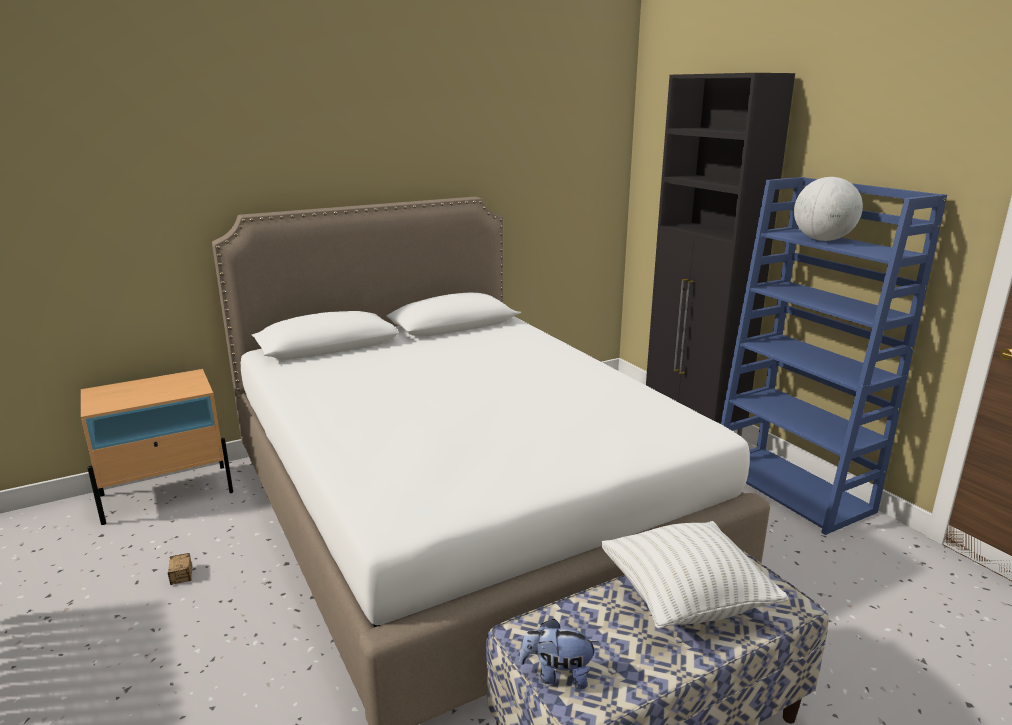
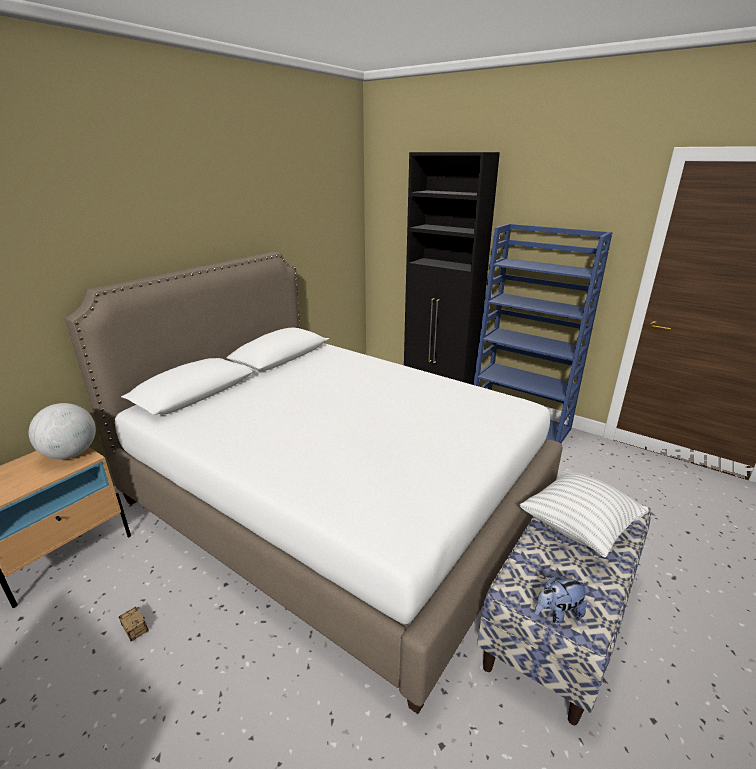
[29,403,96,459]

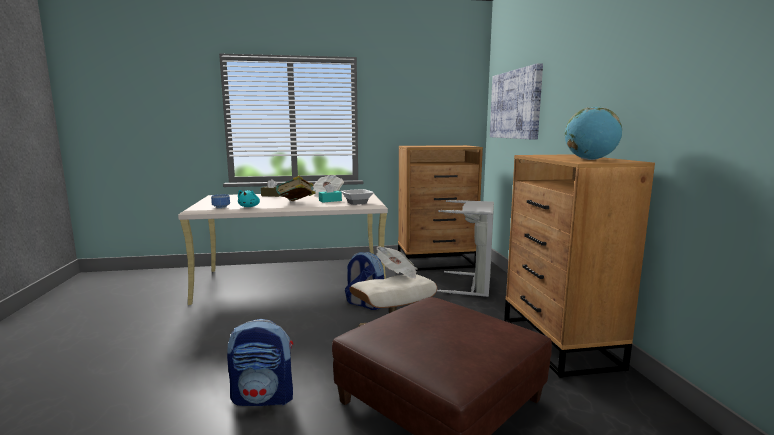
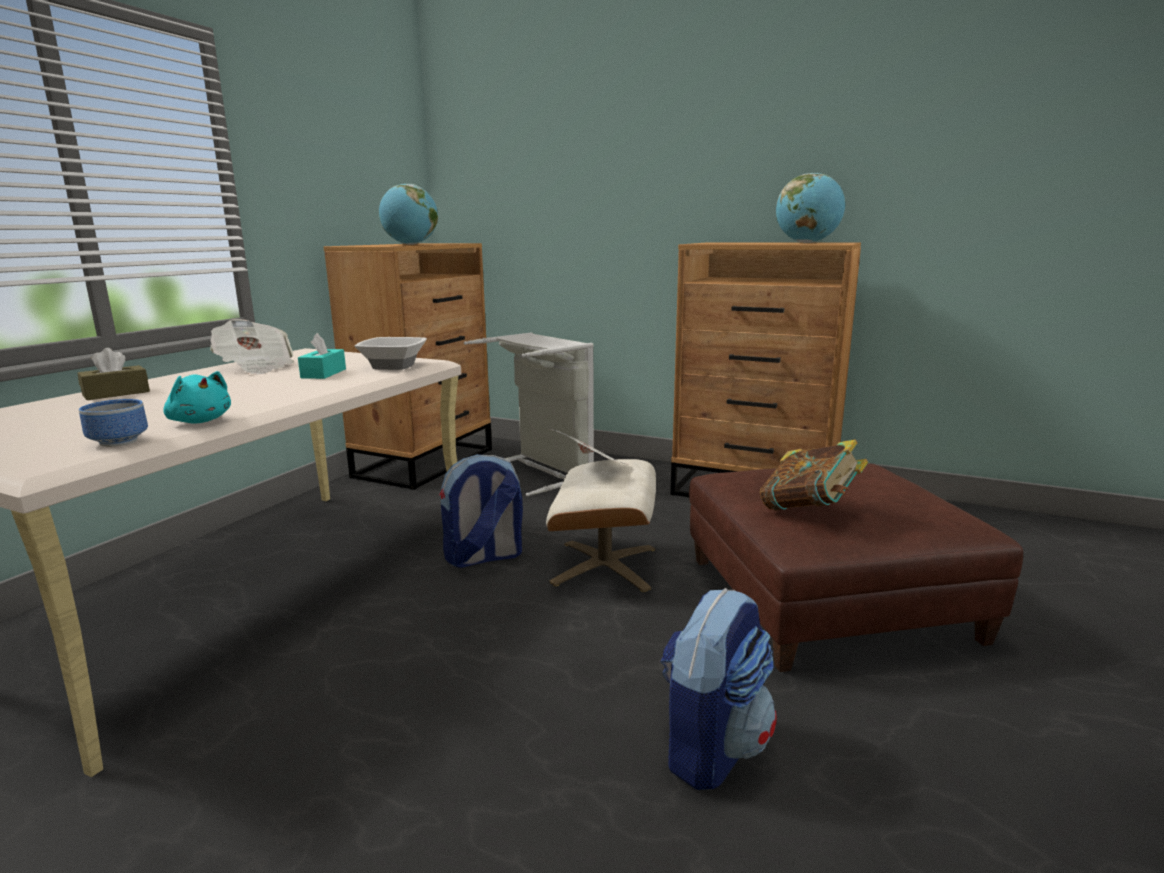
[760,439,868,511]
[490,63,543,139] (first image)
[379,184,438,245]

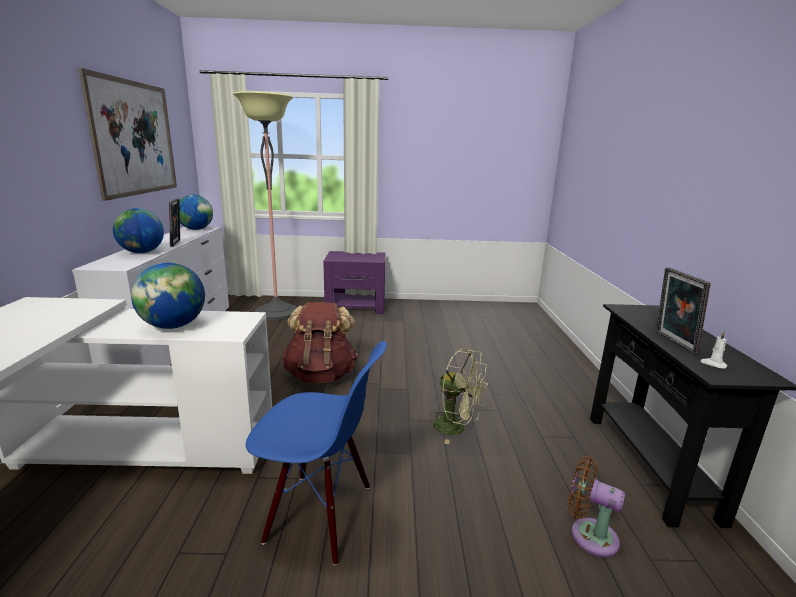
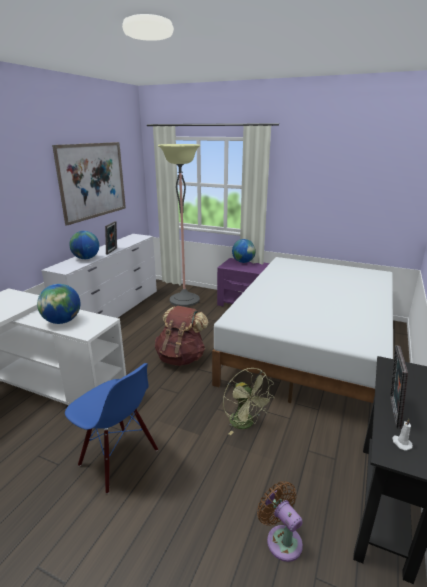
[232,239,256,263]
[212,257,393,403]

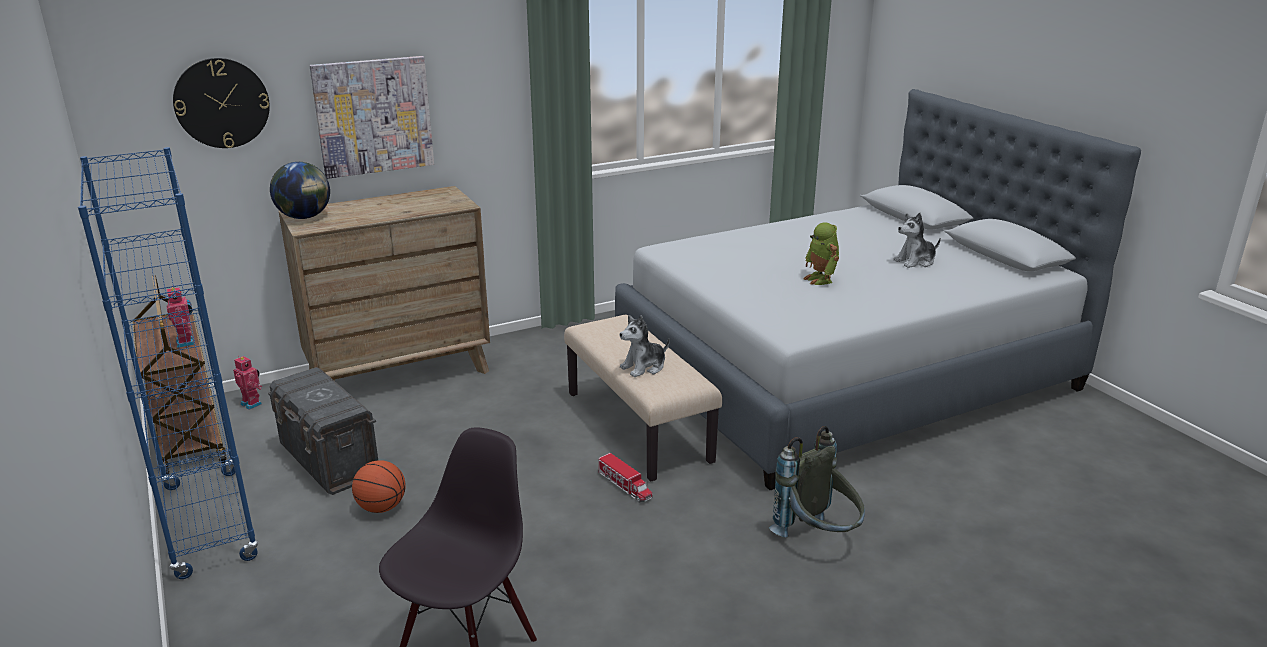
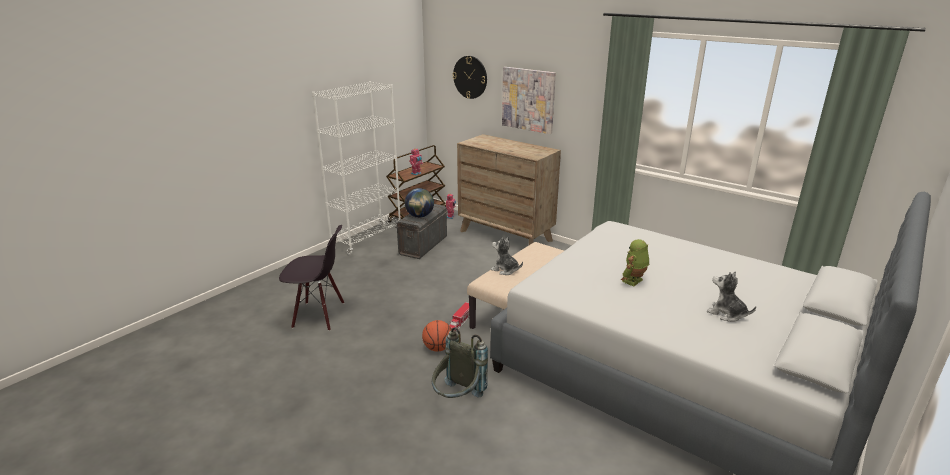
[312,81,401,255]
[405,188,434,218]
[422,320,452,352]

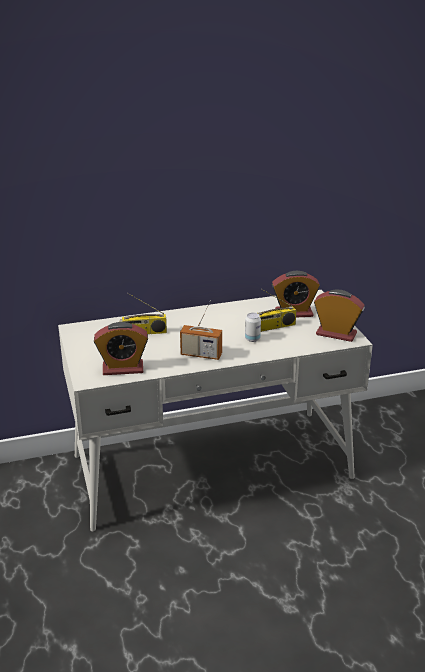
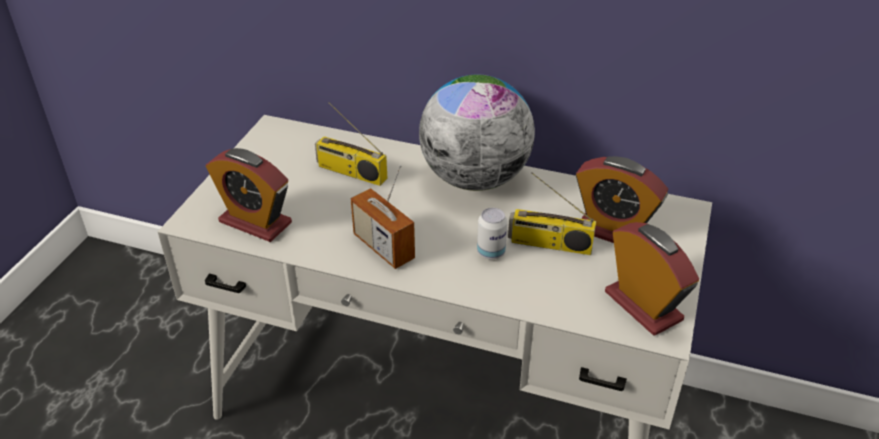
[419,75,535,191]

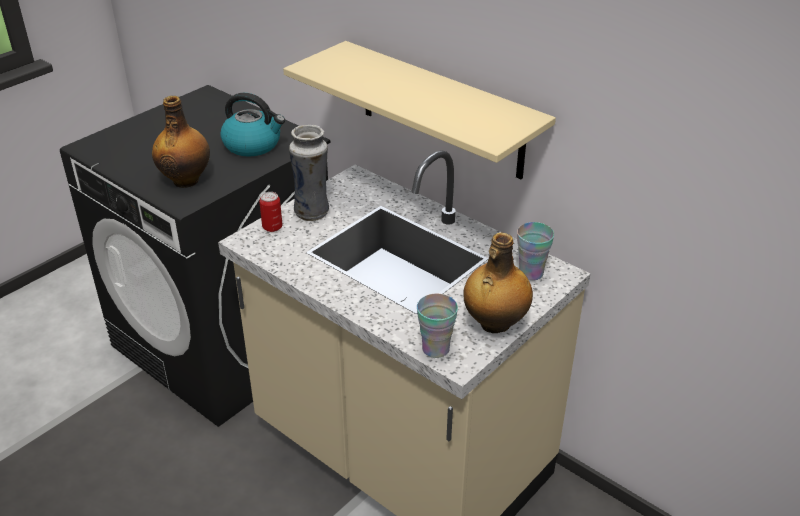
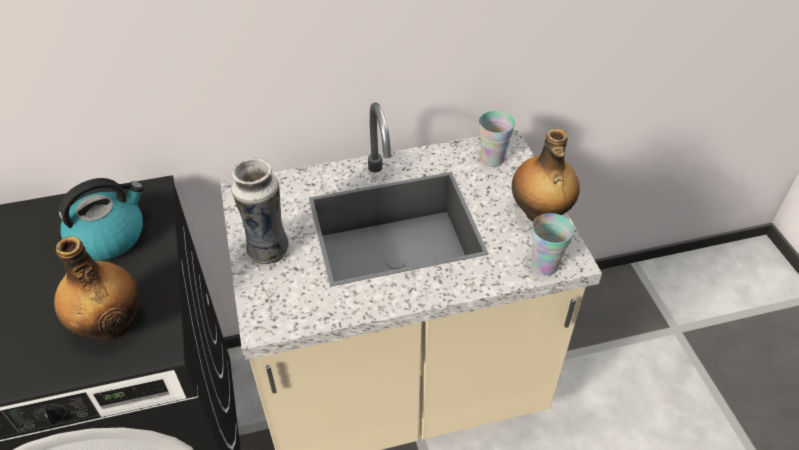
[259,192,282,232] (first image)
[283,41,556,180] (first image)

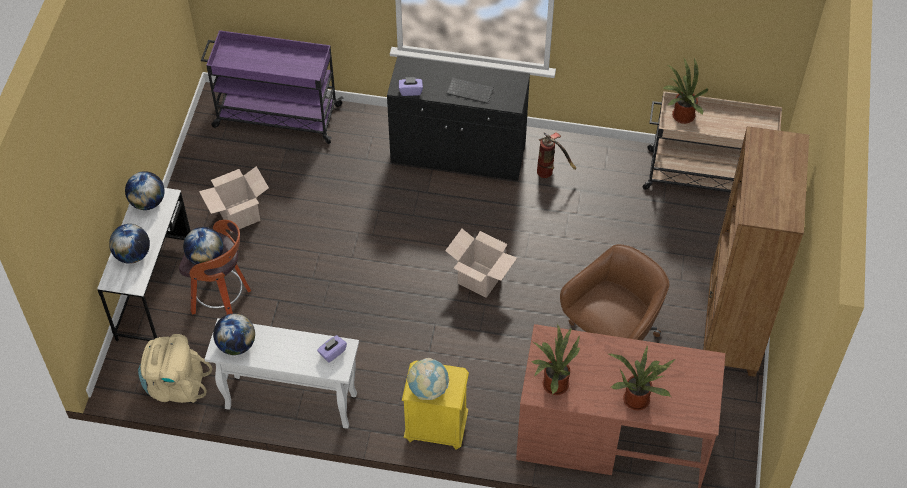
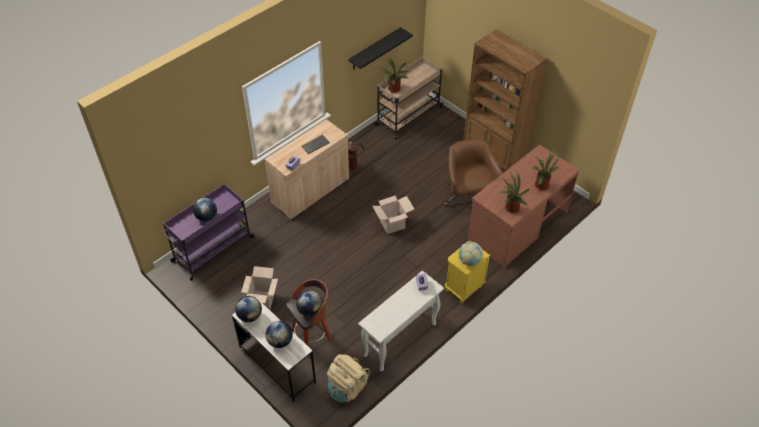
[193,198,217,222]
[265,119,349,219]
[348,27,413,70]

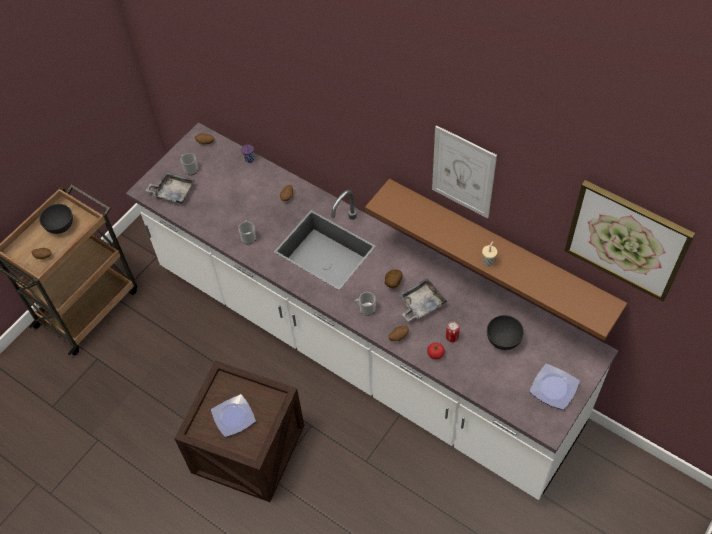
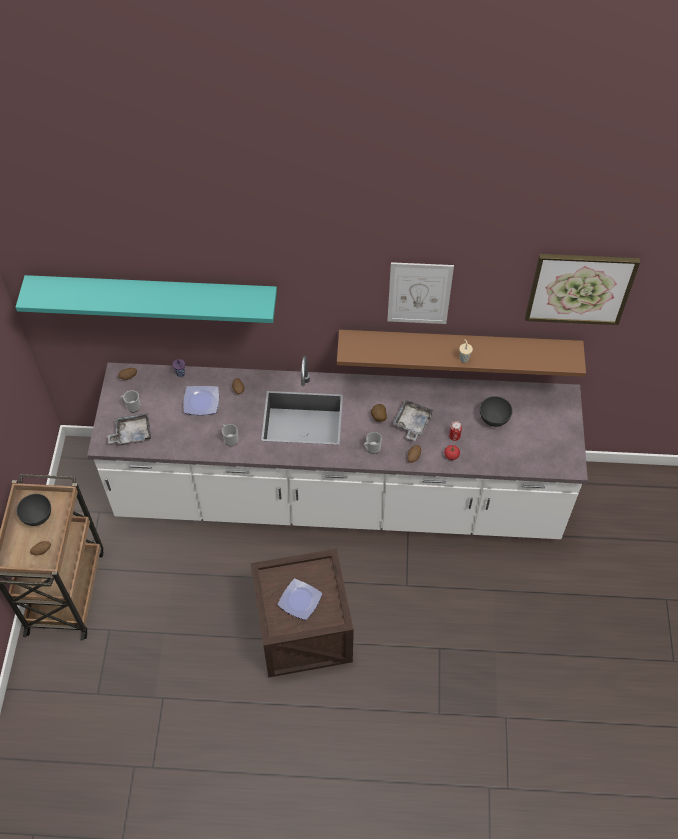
[183,386,219,415]
[15,275,277,323]

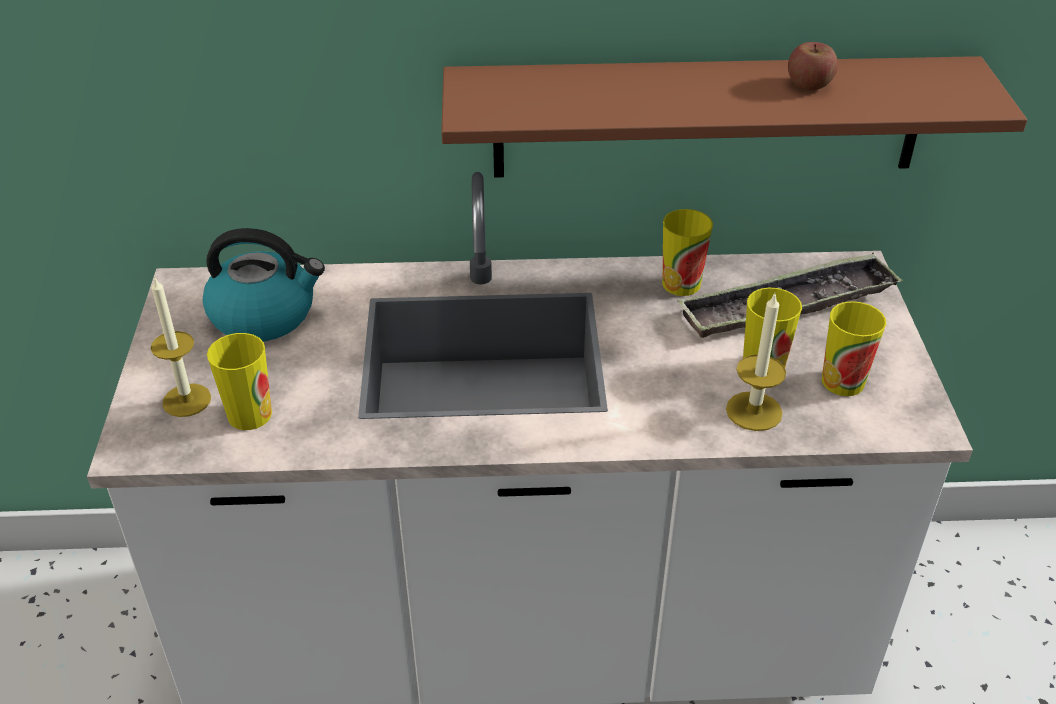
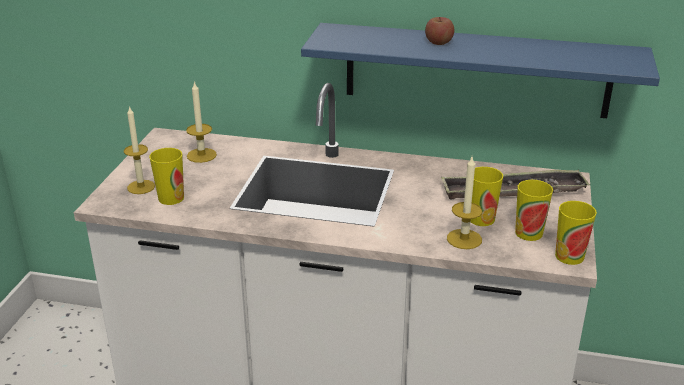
[186,81,217,163]
[301,23,660,118]
[555,201,597,265]
[425,17,454,45]

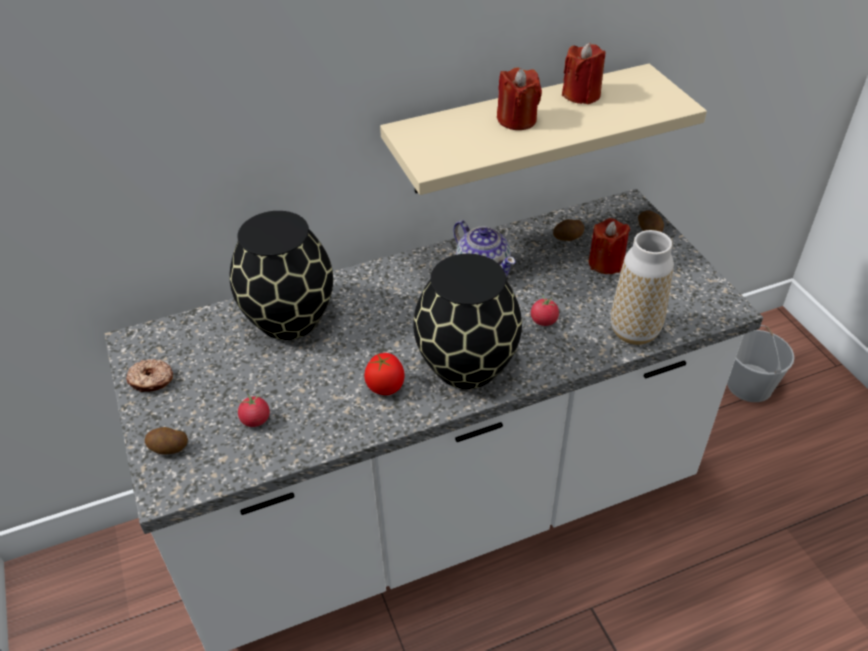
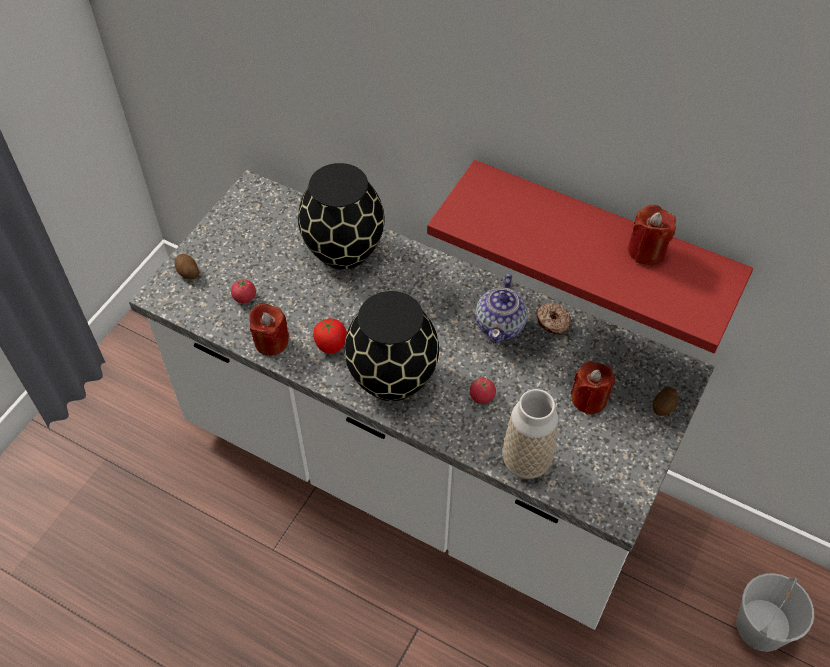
[536,303,571,334]
[427,160,753,353]
[249,303,289,356]
[553,219,584,241] (first image)

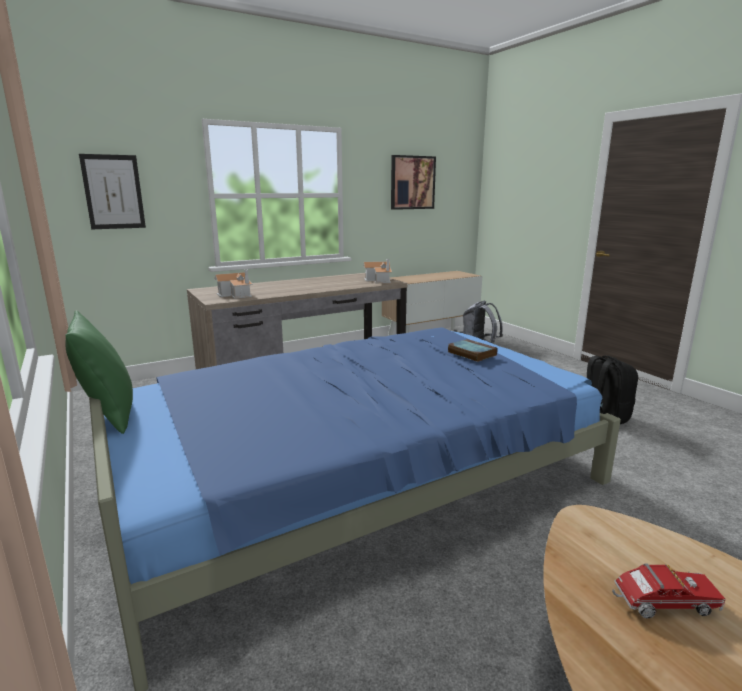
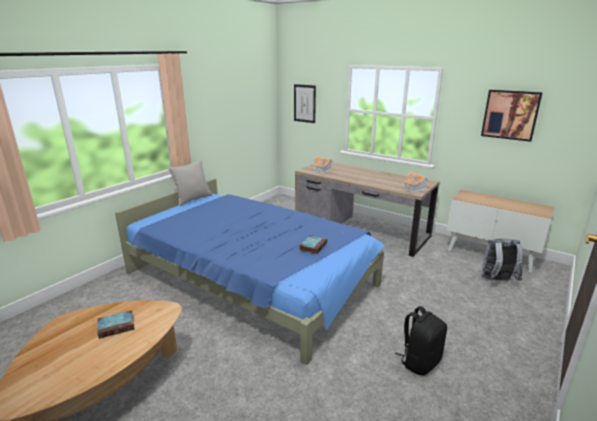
[168,160,212,206]
[98,310,135,339]

